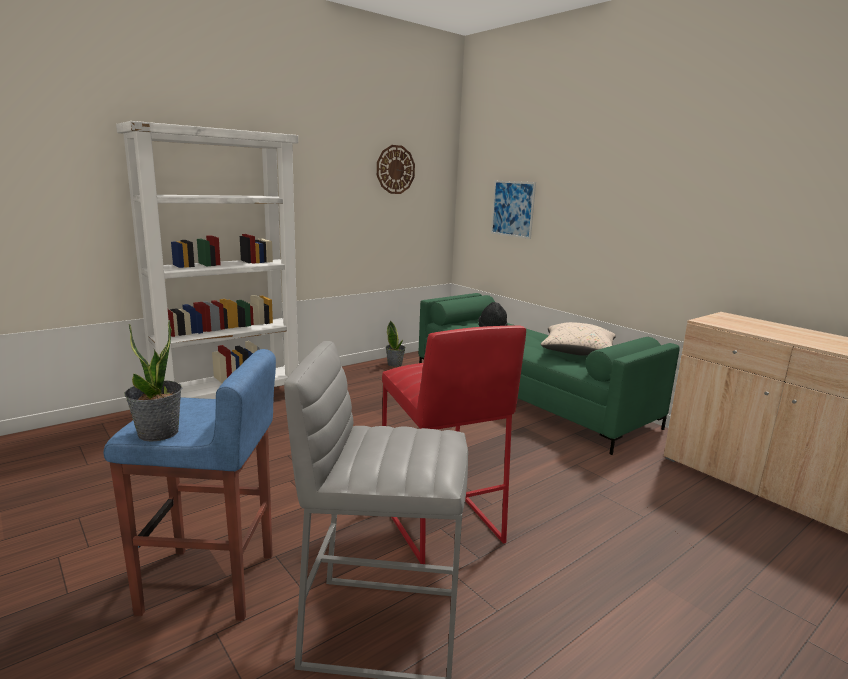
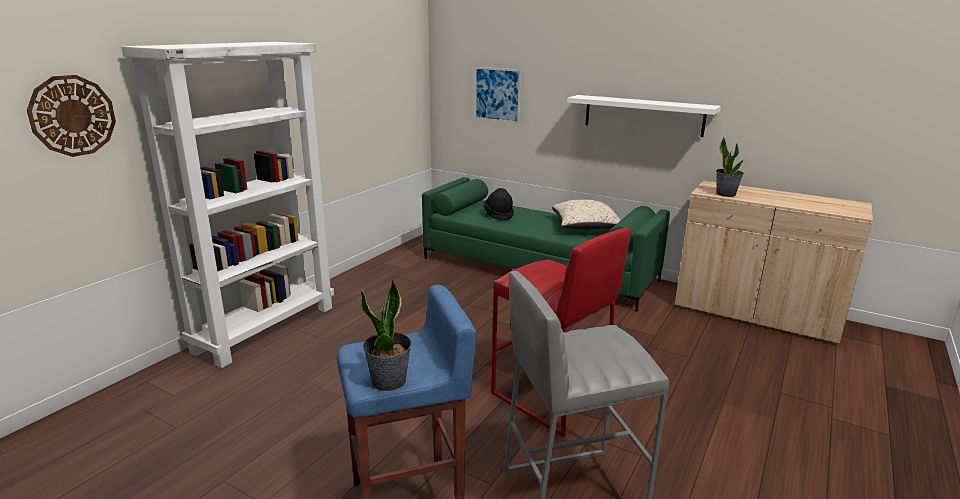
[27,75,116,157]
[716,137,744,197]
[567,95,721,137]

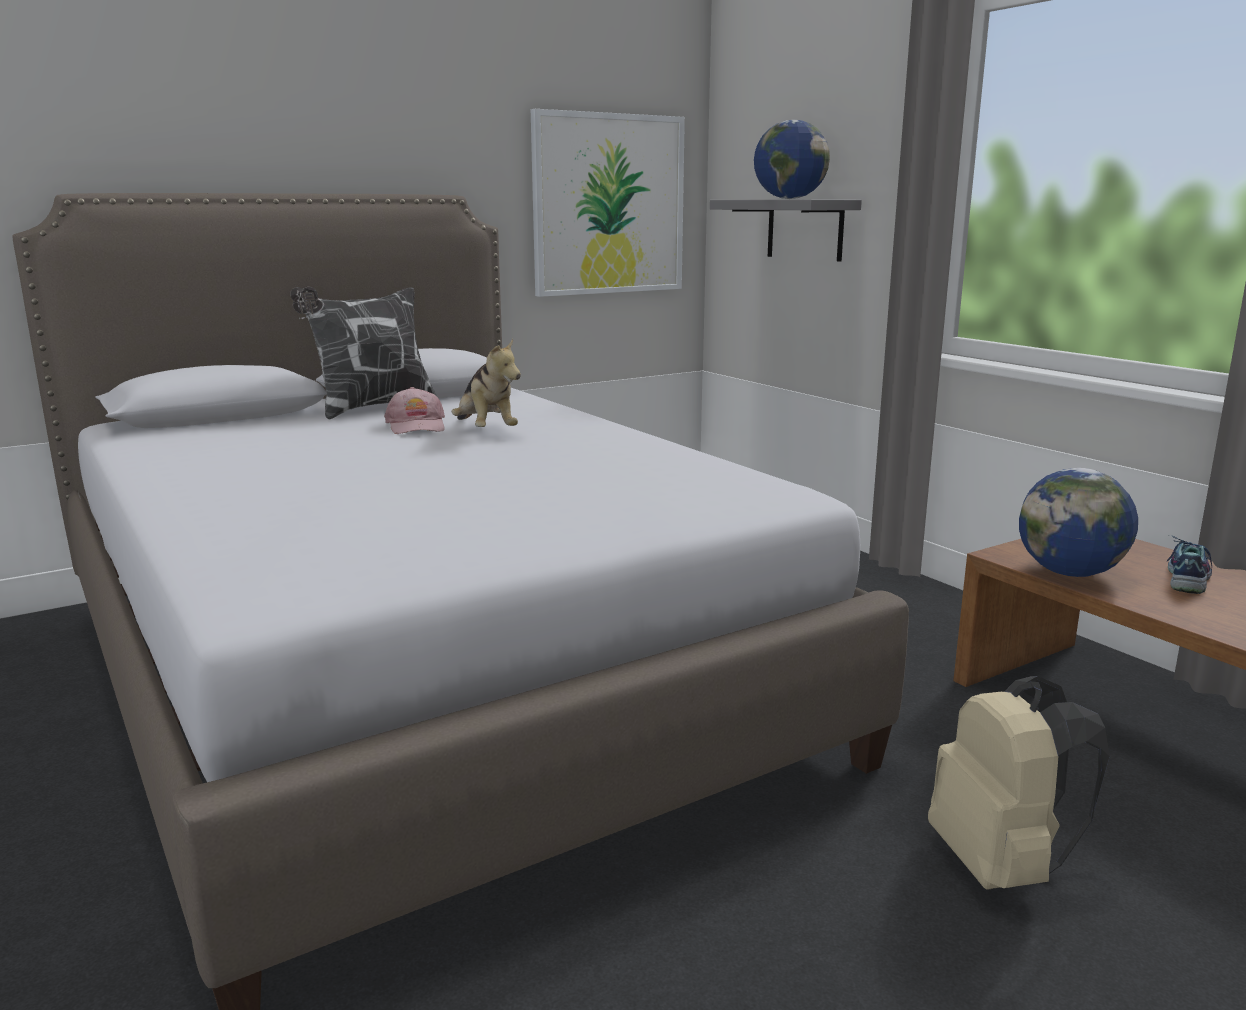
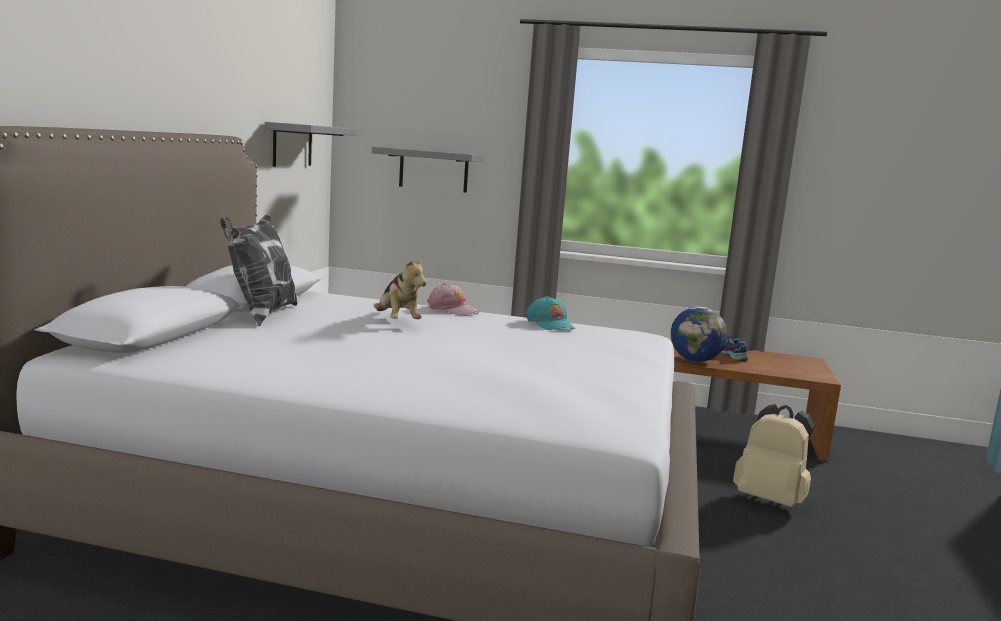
[427,283,480,316]
[374,257,427,319]
[265,122,358,167]
[754,120,830,199] (first image)
[526,296,575,330]

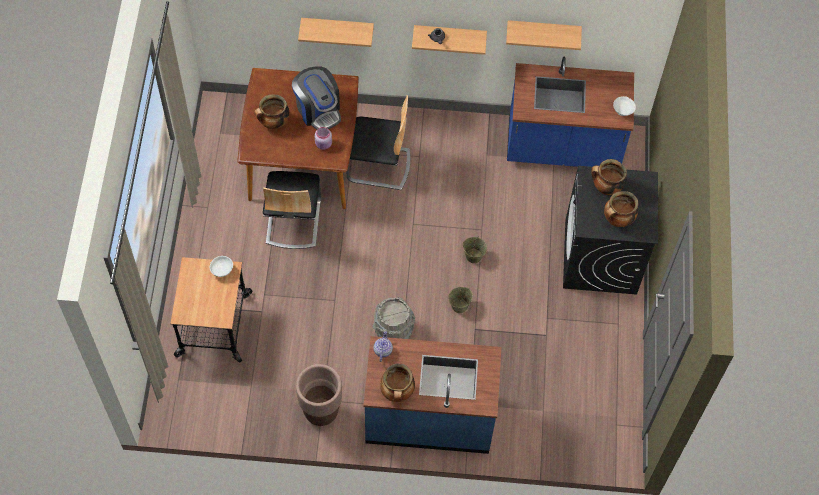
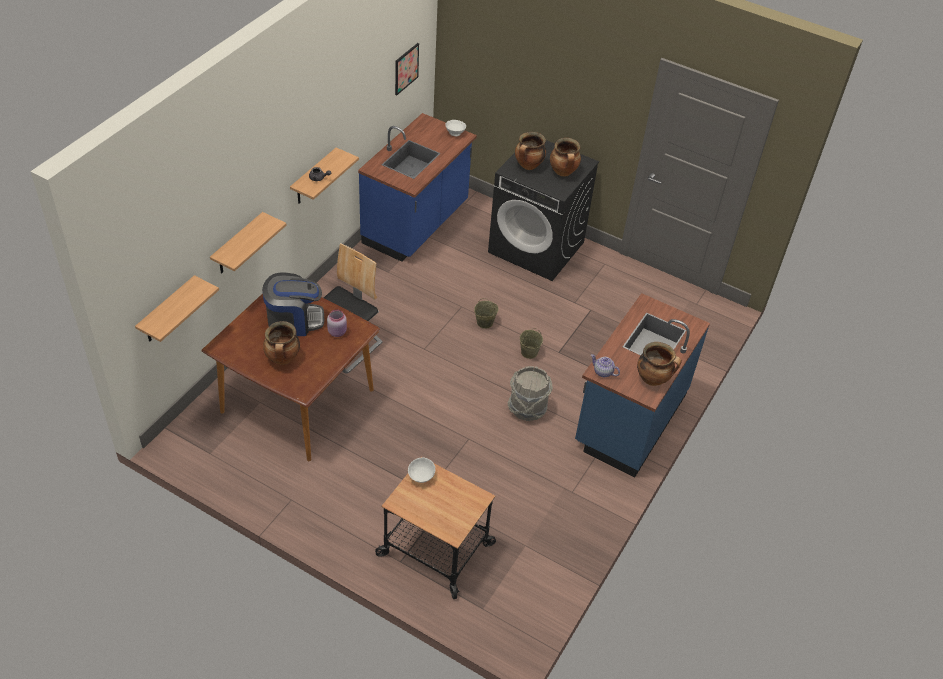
[263,171,321,249] (first image)
[296,364,342,426] (first image)
[135,275,219,342]
[395,43,419,95]

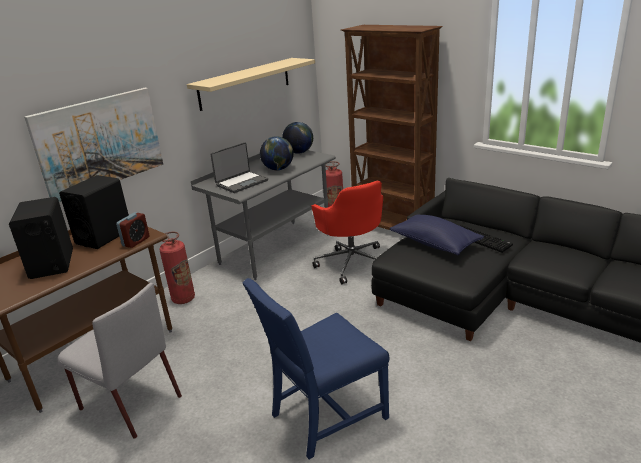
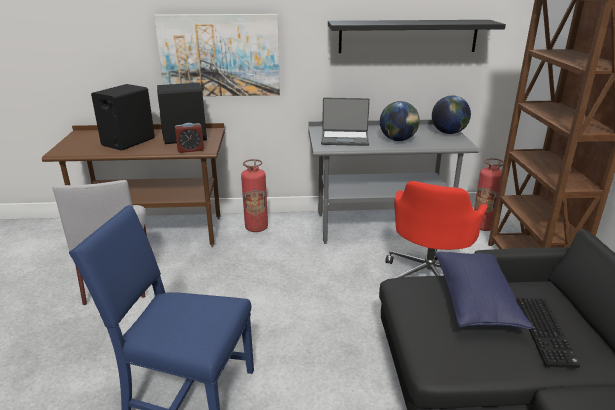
[328,20,506,53]

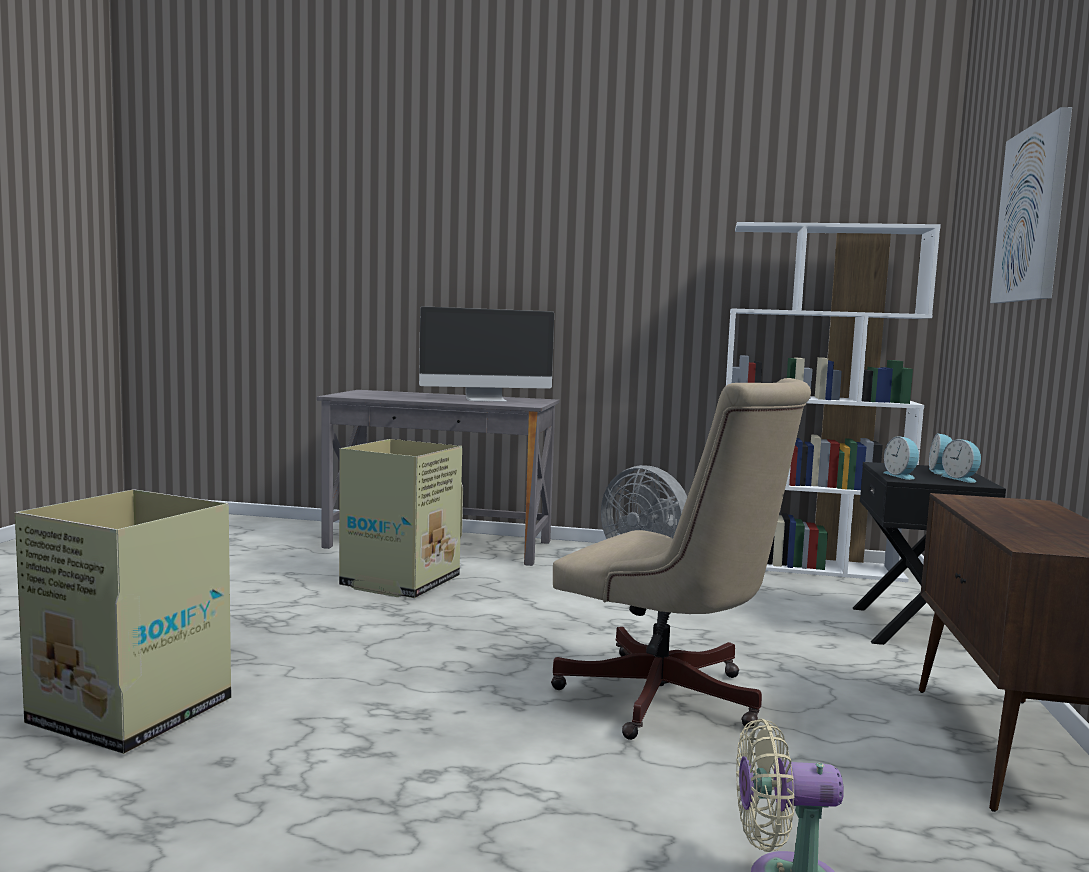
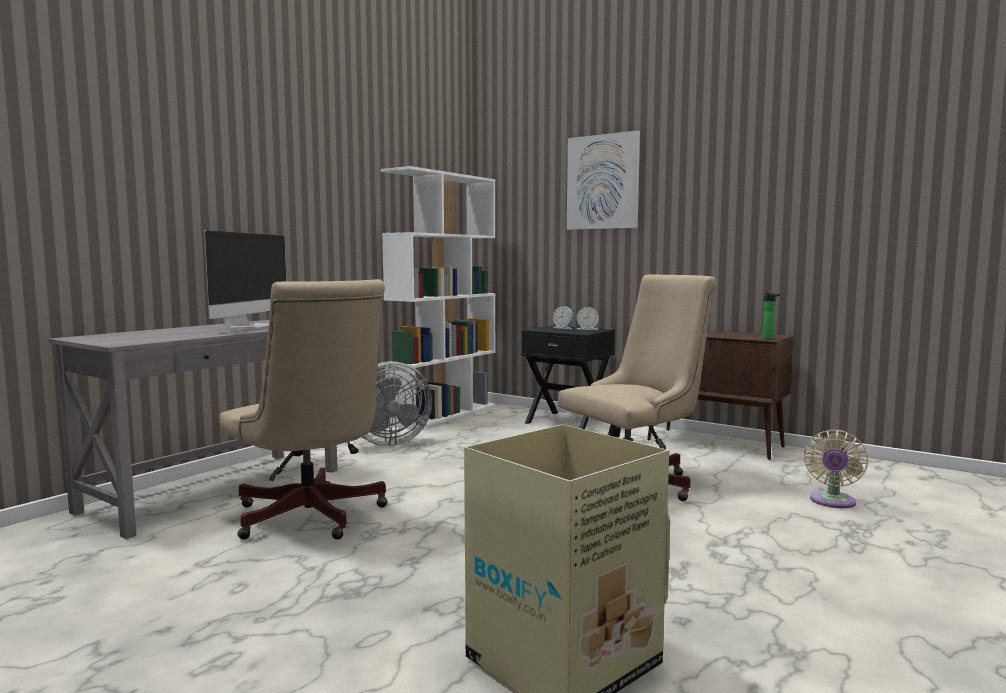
[219,279,388,540]
[884,436,919,480] (first image)
[762,293,780,339]

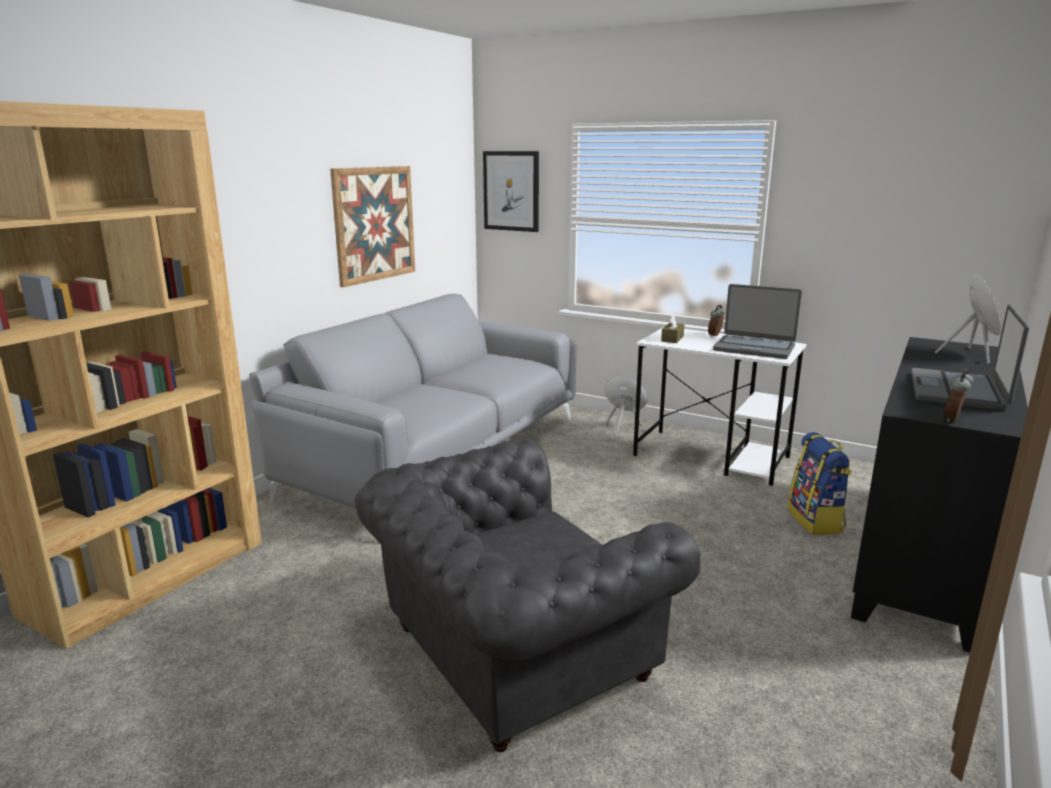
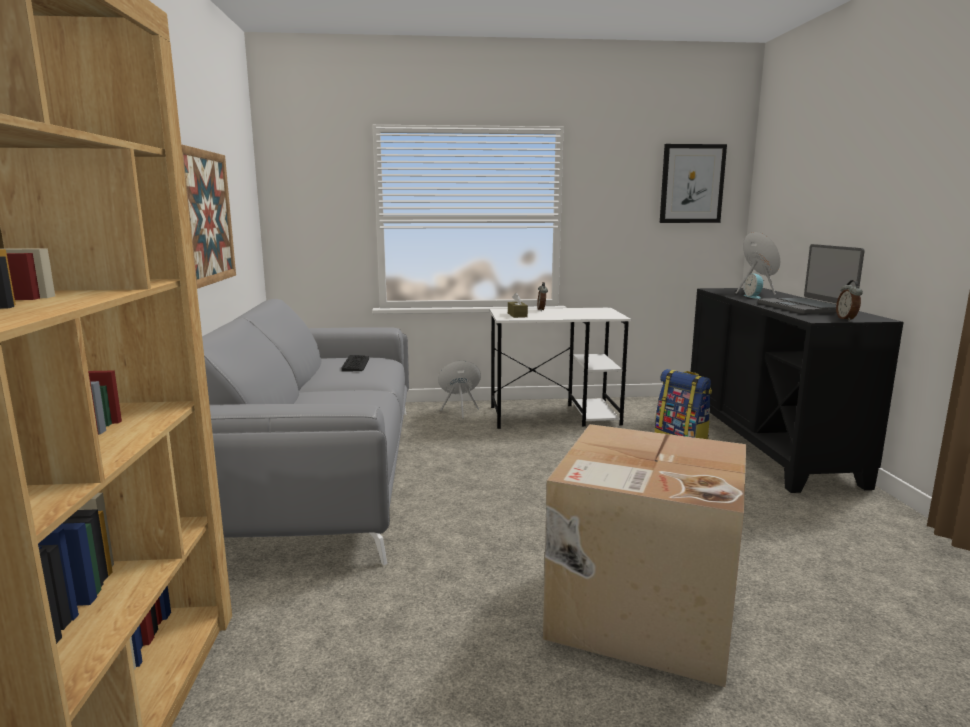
[543,424,746,687]
[660,144,727,223]
[713,284,802,359] (first image)
[341,355,369,372]
[744,273,763,299]

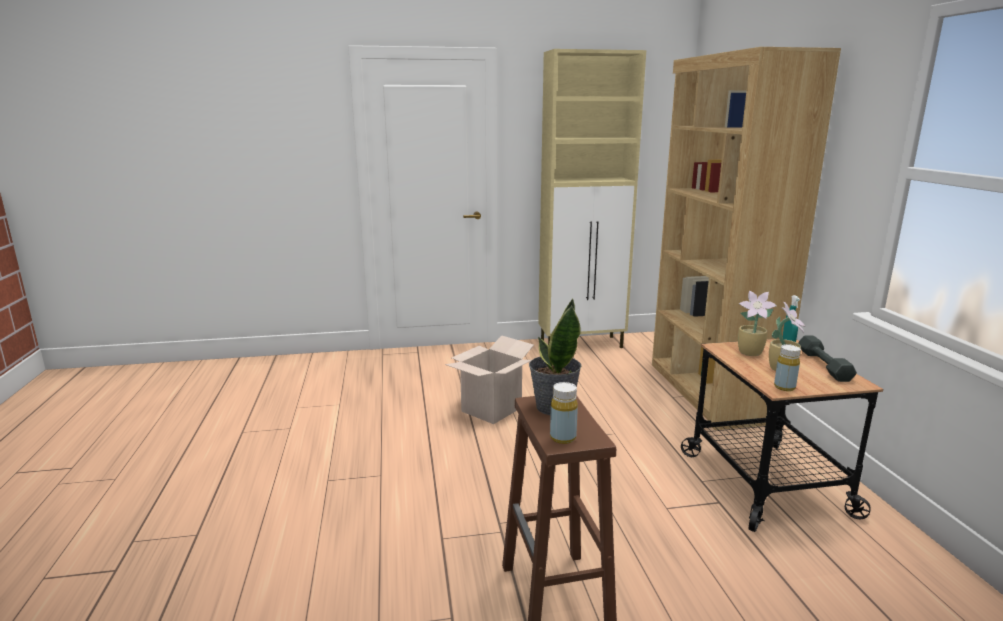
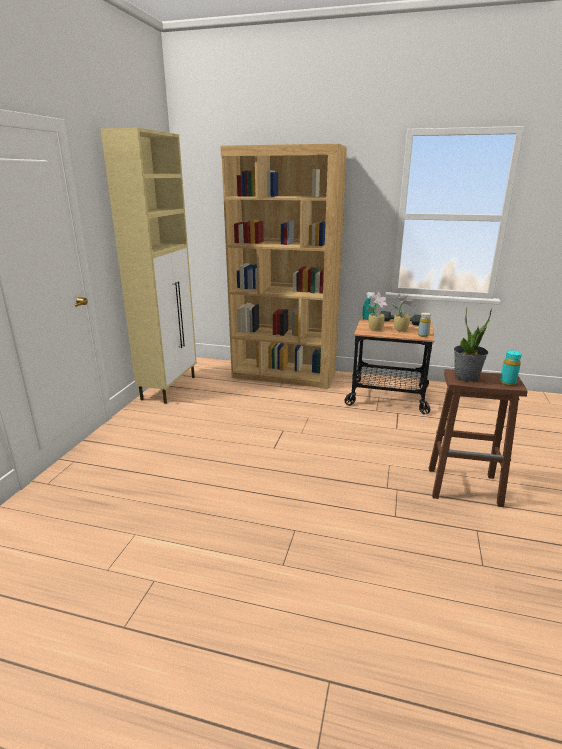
[445,335,534,424] (first image)
[500,350,522,386]

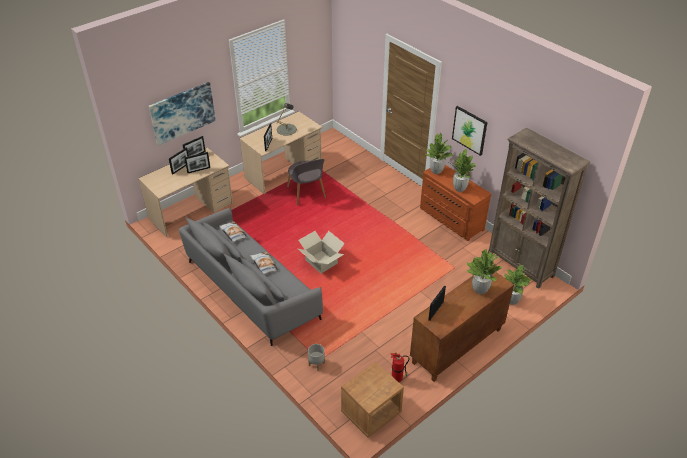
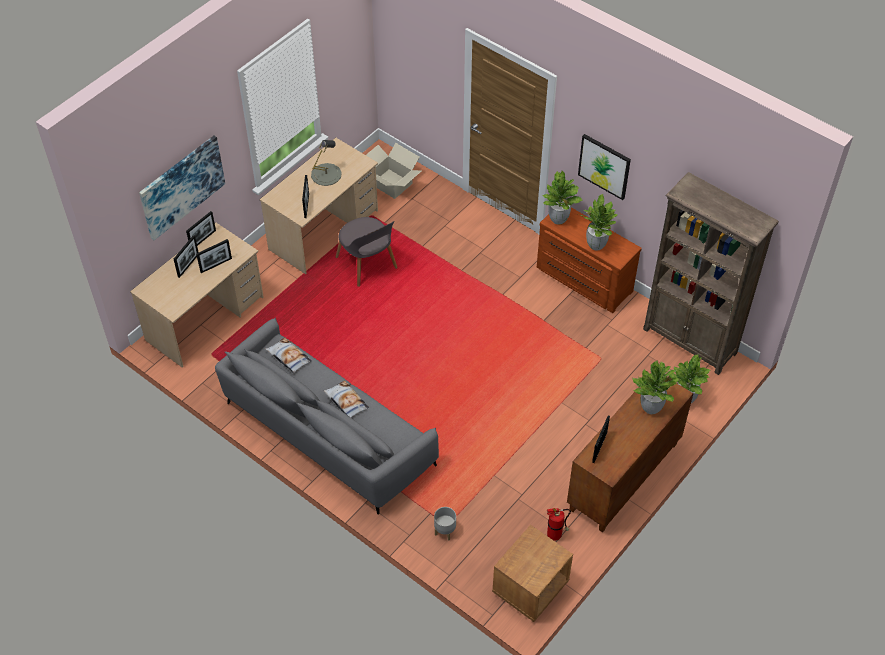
[366,143,422,199]

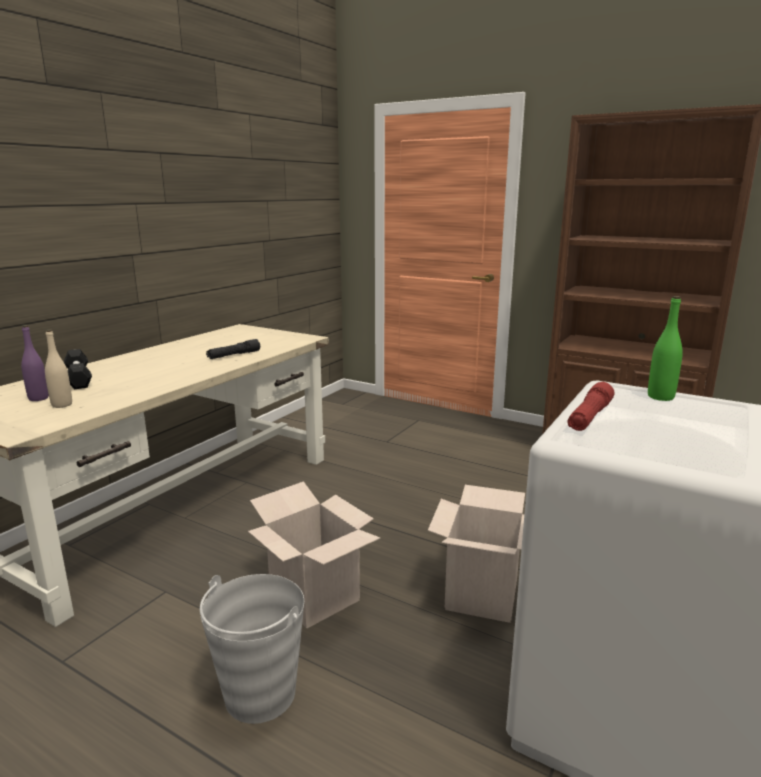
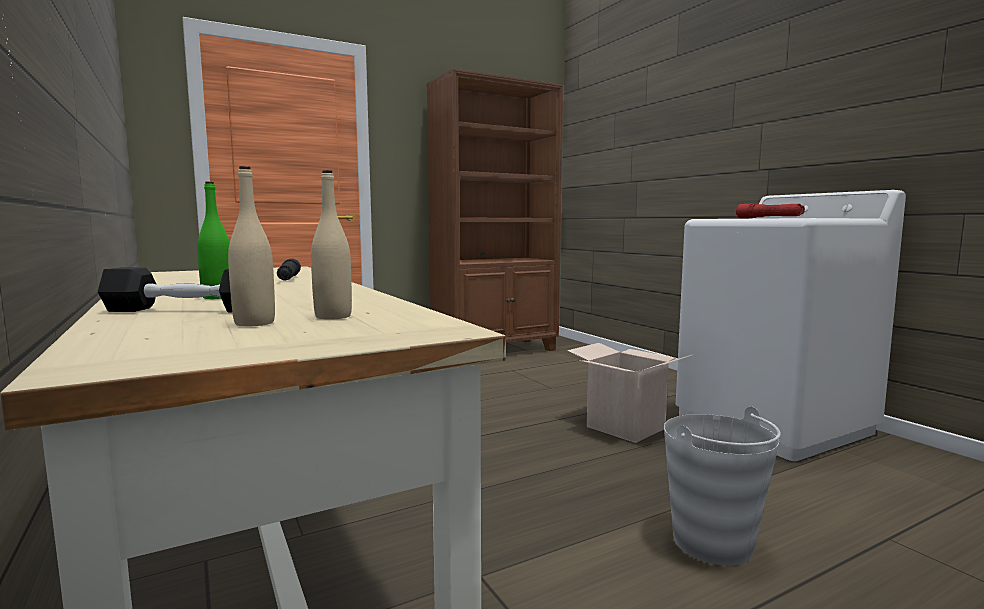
[228,166,275,327]
[248,481,380,628] (first image)
[197,182,230,299]

